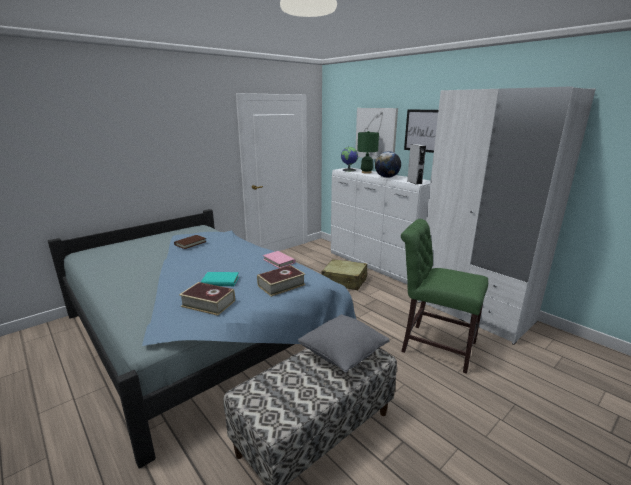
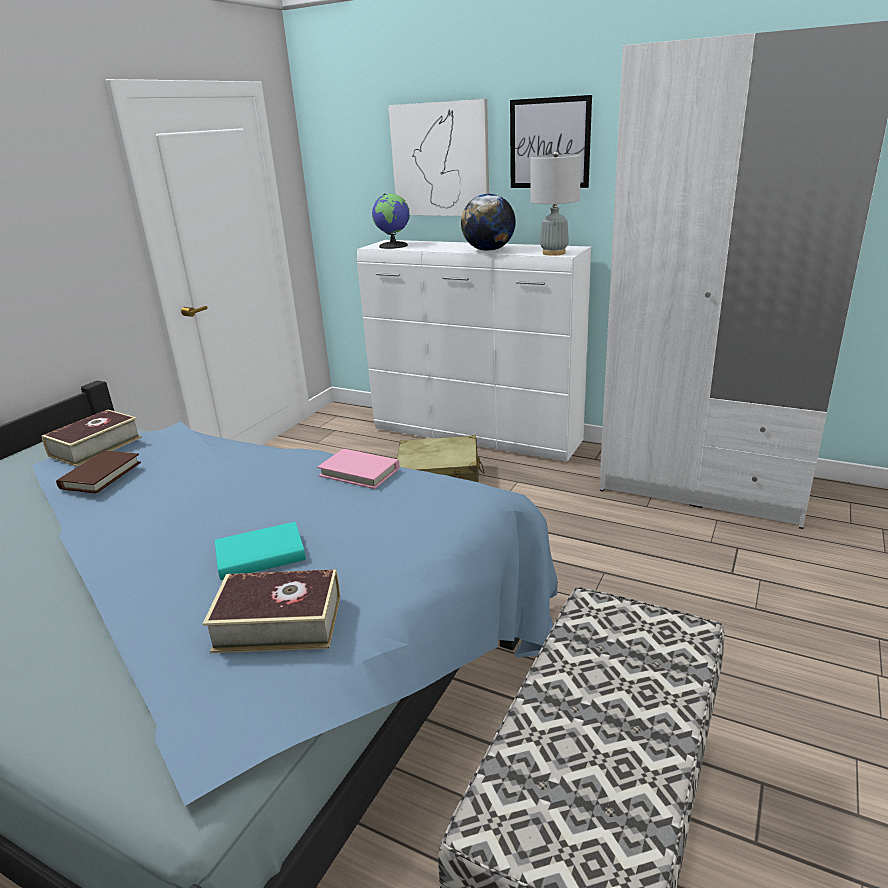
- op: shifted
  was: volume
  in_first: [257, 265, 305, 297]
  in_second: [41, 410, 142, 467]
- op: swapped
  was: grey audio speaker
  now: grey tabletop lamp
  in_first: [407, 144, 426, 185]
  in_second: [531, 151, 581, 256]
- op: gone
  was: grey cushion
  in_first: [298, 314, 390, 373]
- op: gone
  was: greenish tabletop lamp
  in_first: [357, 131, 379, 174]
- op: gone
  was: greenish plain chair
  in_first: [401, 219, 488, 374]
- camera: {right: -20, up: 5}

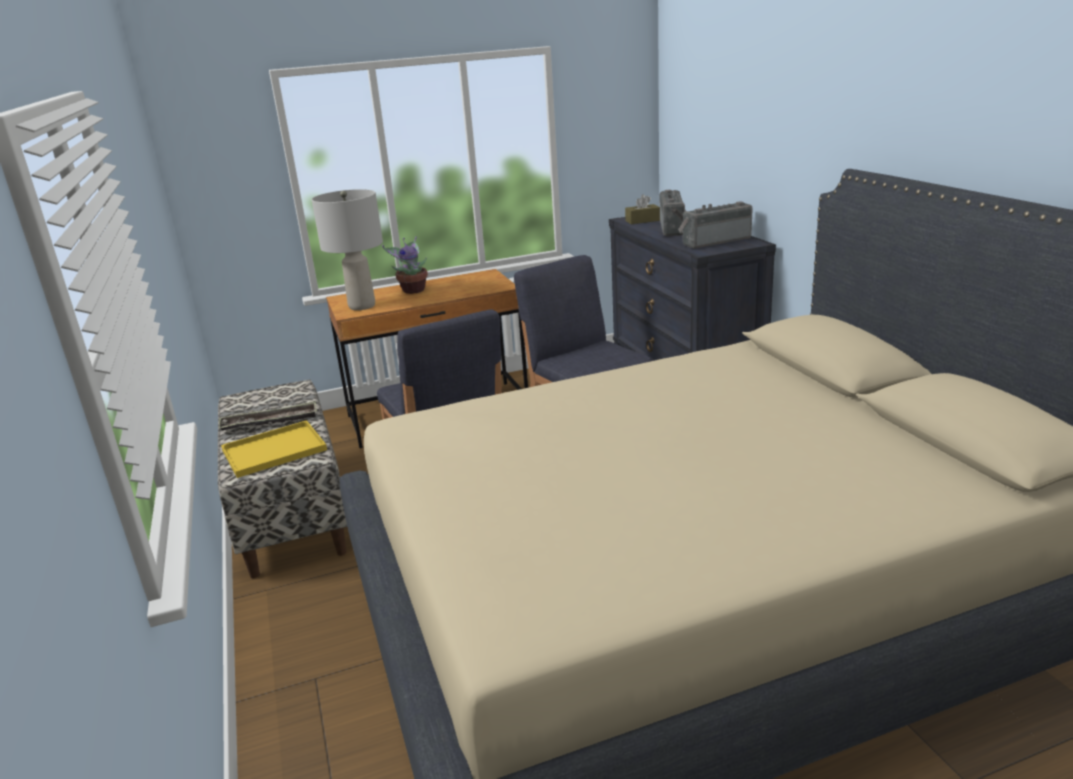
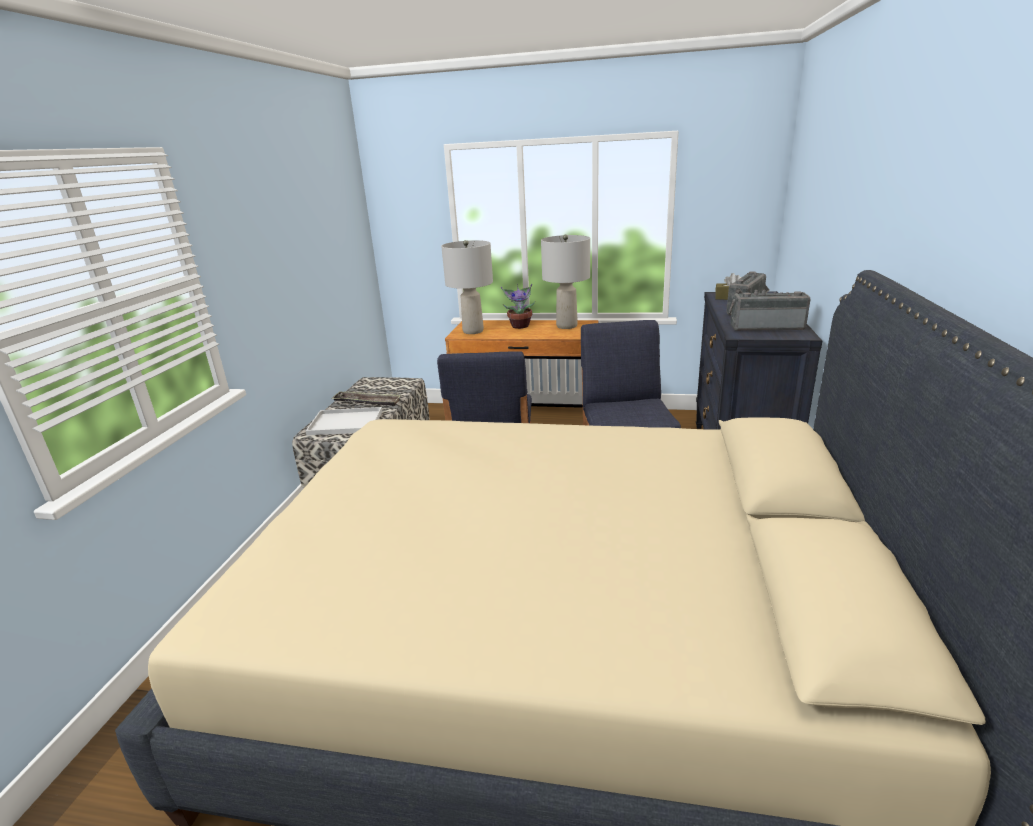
- op: repainted
  was: yellowish tray
  now: whitish tray
  in_first: [221, 420, 327, 478]
  in_second: [306, 407, 383, 436]
- op: new
  now: grey tabletop lamp
  in_second: [541, 235, 590, 329]
- camera: {right: 30, up: 0}

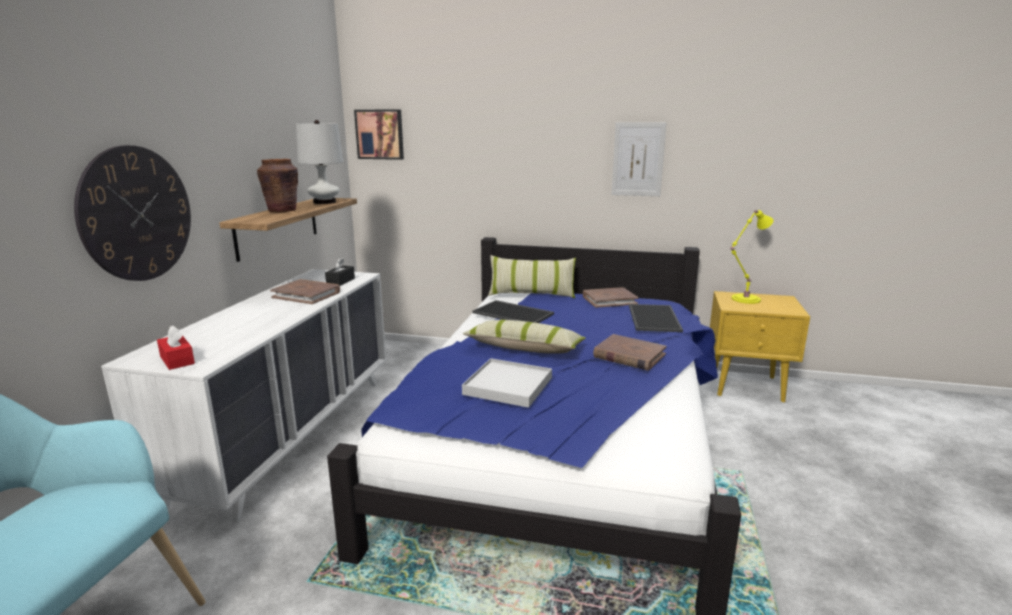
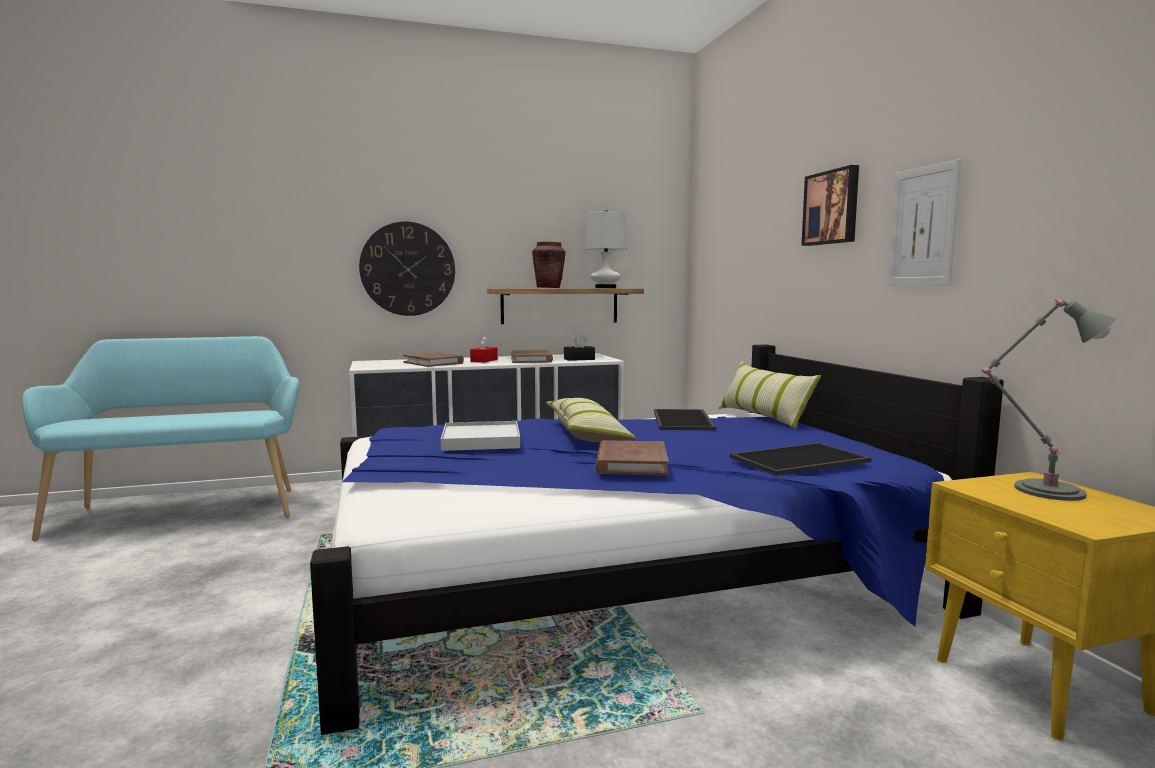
- op: shifted
  was: brown volume
  in_first: [583, 287, 638, 308]
  in_second: [403, 352, 464, 367]
- op: shifted
  was: red tissue holder
  in_first: [157, 325, 195, 370]
  in_second: [470, 336, 498, 363]
- op: shifted
  was: picture
  in_first: [354, 110, 404, 160]
  in_second: [801, 165, 859, 246]
- op: repainted
  was: yellowish tabletop lamp
  now: grey tabletop lamp
  in_first: [730, 210, 773, 304]
  in_second: [981, 299, 1117, 501]
- camera: {right: 60, up: -10}

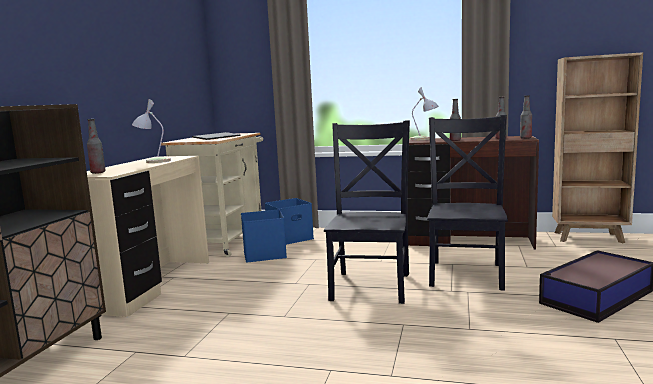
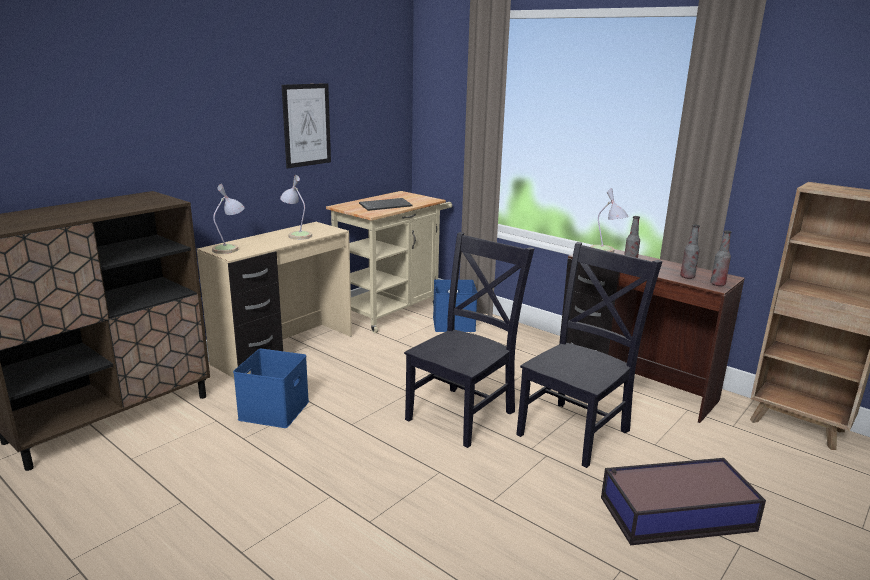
- op: swapped
  was: beverage bottle
  now: tabletop lamp
  in_first: [87, 119, 106, 174]
  in_second: [212, 184, 245, 254]
- op: shifted
  was: blue-coloured storage container
  in_first: [241, 210, 287, 262]
  in_second: [233, 349, 309, 428]
- op: new
  now: picture
  in_second: [281, 83, 331, 169]
- camera: {right: 25, up: 10}

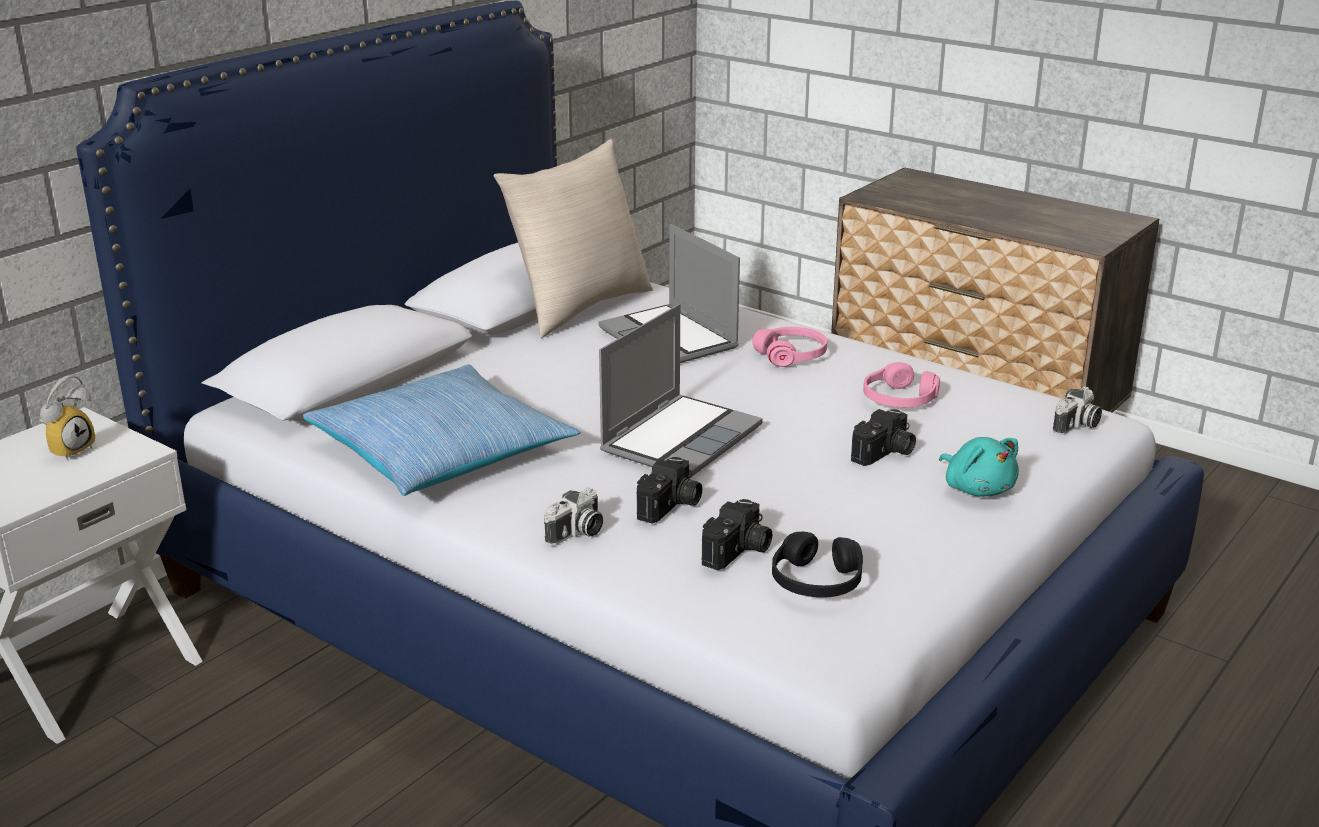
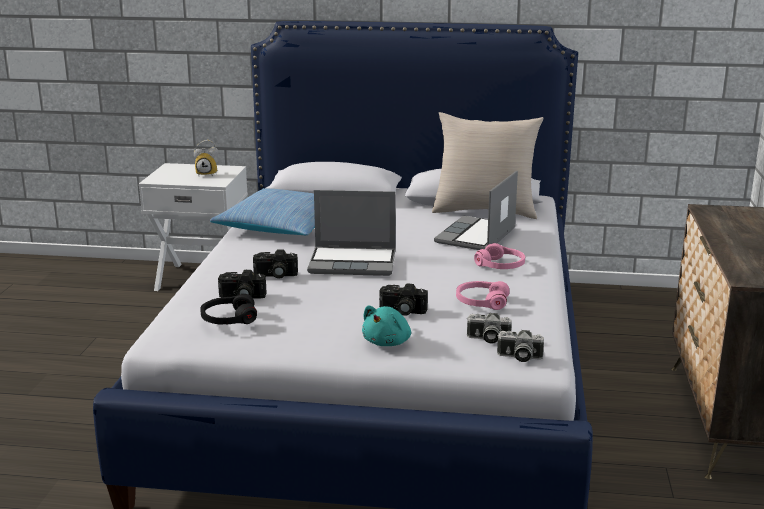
- op: shifted
  was: photo camera
  in_first: [544, 487, 603, 546]
  in_second: [467, 313, 512, 344]
- camera: {right: 60, up: -5}

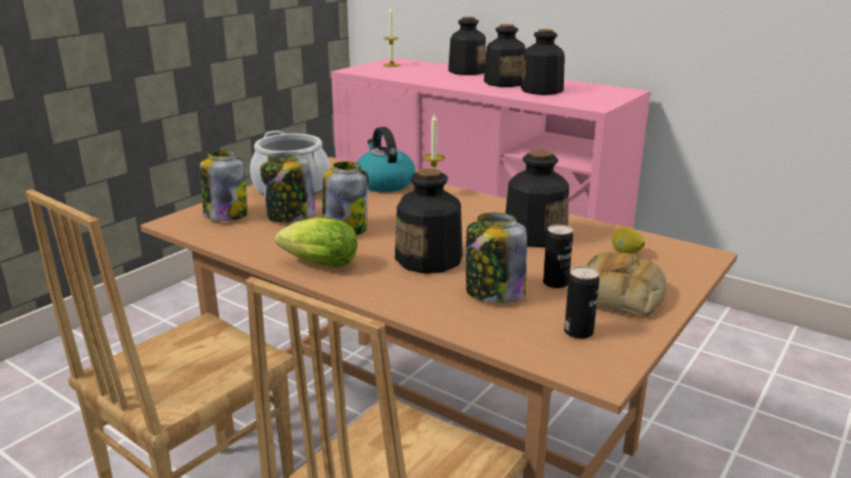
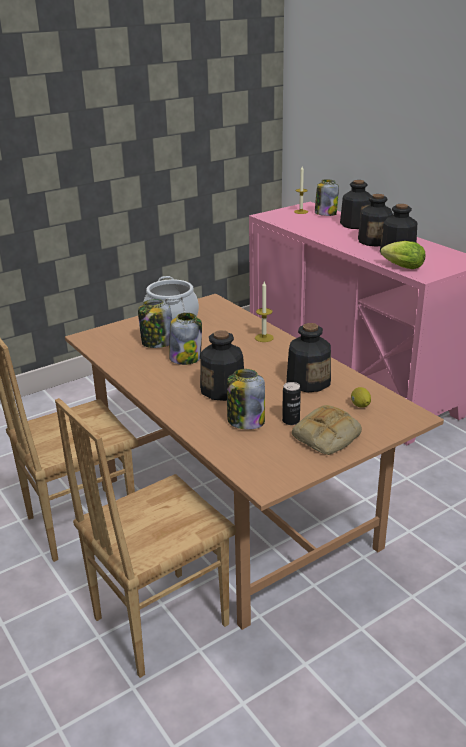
- op: shifted
  was: storage jar
  in_first: [200, 150, 247, 221]
  in_second: [315, 179, 339, 216]
- op: shifted
  was: head of lettuce
  in_first: [275, 217, 358, 268]
  in_second: [380, 241, 425, 269]
- op: gone
  was: tea kettle
  in_first: [357, 127, 415, 192]
- op: gone
  was: can
  in_first: [564, 266, 599, 339]
- camera: {right: 20, up: 5}

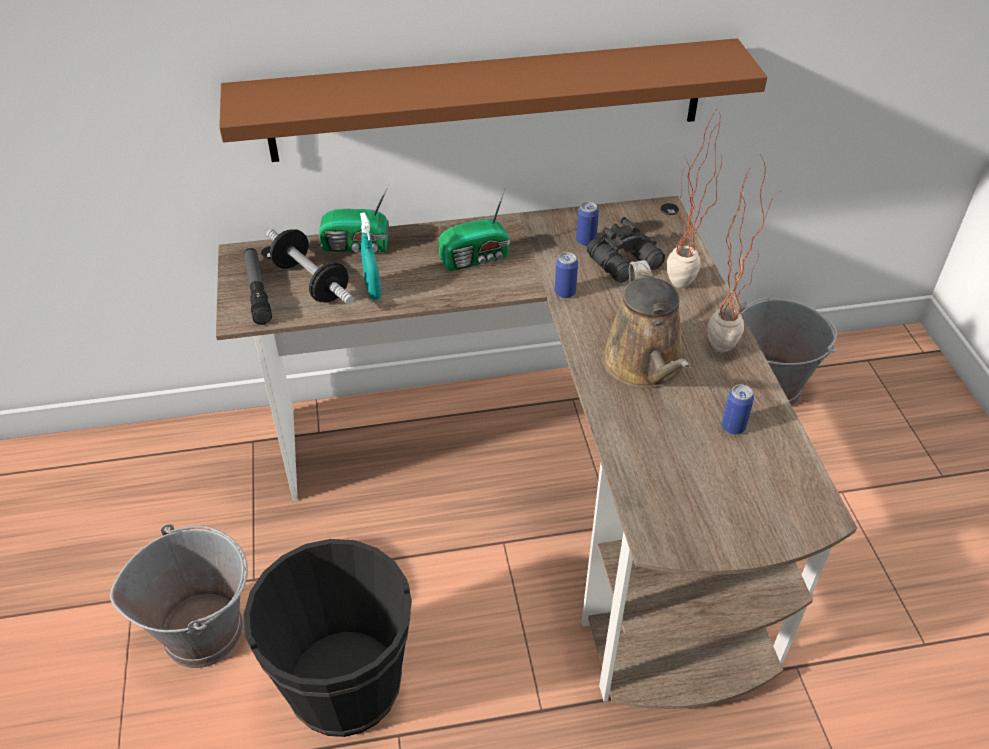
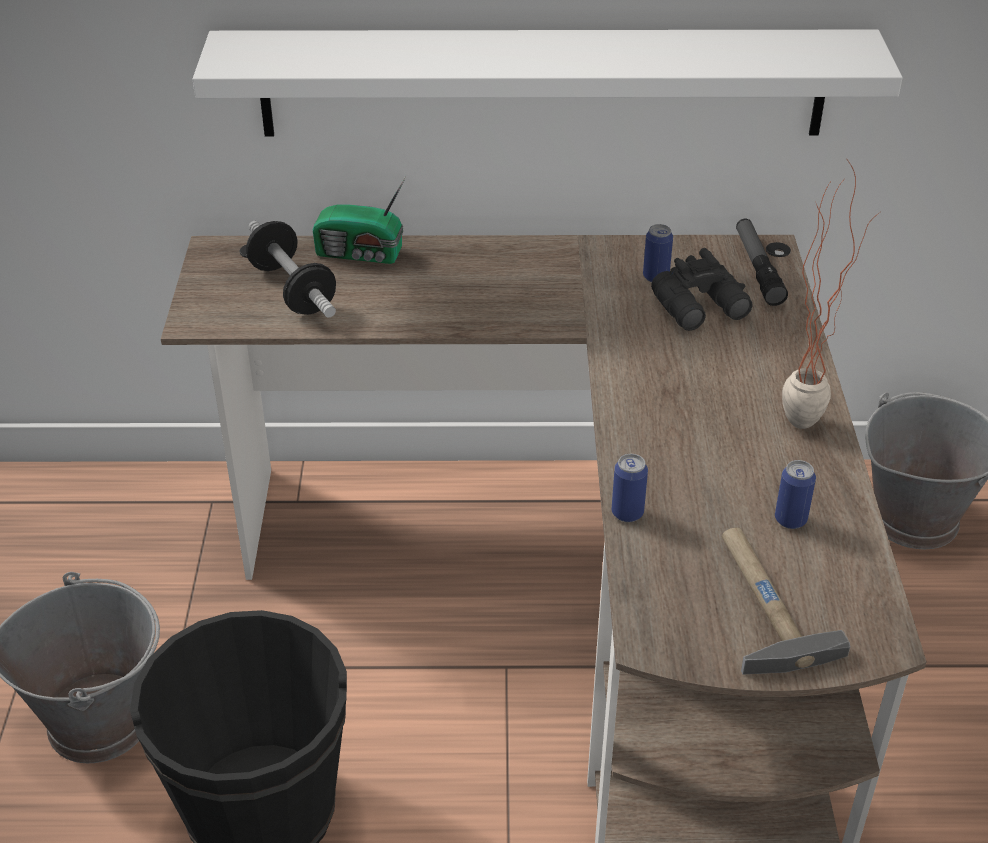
- op: repainted
  was: brown bracket shelf
  now: whitish bracket shelf
  in_first: [219, 38, 767, 162]
  in_second: [192, 30, 902, 137]
- op: shifted
  was: can
  in_first: [555, 252, 578, 298]
  in_second: [612, 454, 648, 522]
- op: new
  now: tool hammer
  in_second: [722, 528, 850, 675]
- op: shifted
  was: torch
  in_first: [244, 248, 272, 325]
  in_second: [736, 219, 788, 306]
- op: gone
  was: blue-green sprayer
  in_first: [360, 212, 381, 300]
- op: gone
  was: radio
  in_first: [438, 189, 510, 271]
- op: gone
  was: brown watering can
  in_first: [602, 260, 691, 388]
- op: gone
  was: houseplant
  in_first: [667, 109, 722, 288]
- camera: {right: 10, up: -5}

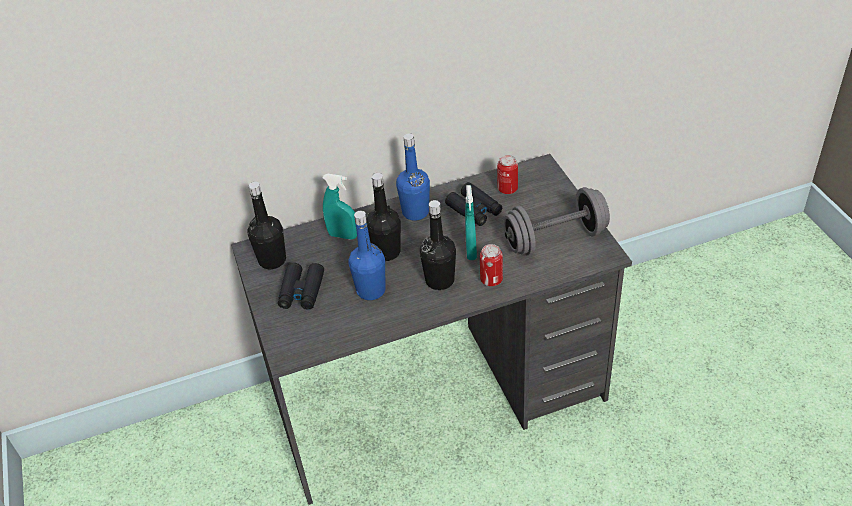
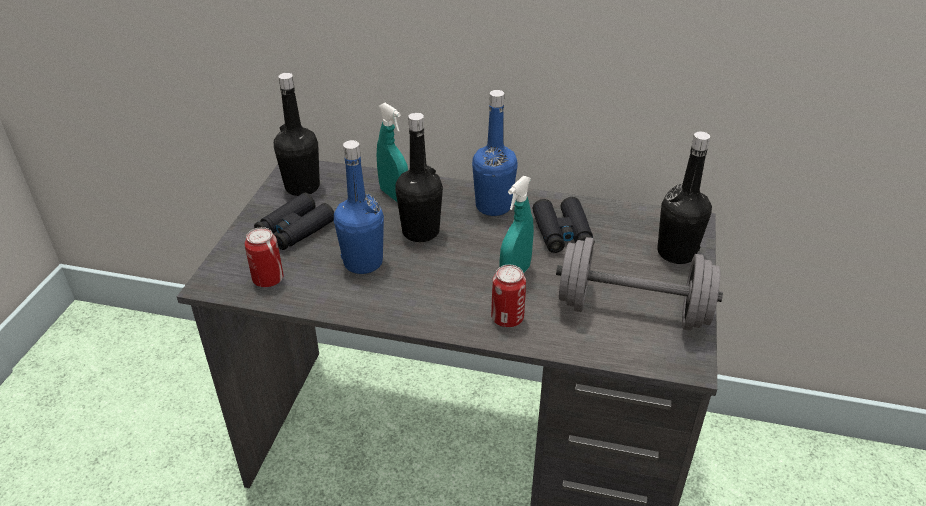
- op: shifted
  was: can
  in_first: [497, 155, 518, 194]
  in_second: [245, 227, 284, 287]
- op: shifted
  was: black beverage bottle
  in_first: [420, 200, 456, 290]
  in_second: [657, 132, 712, 264]
- camera: {right: 30, up: -5}

